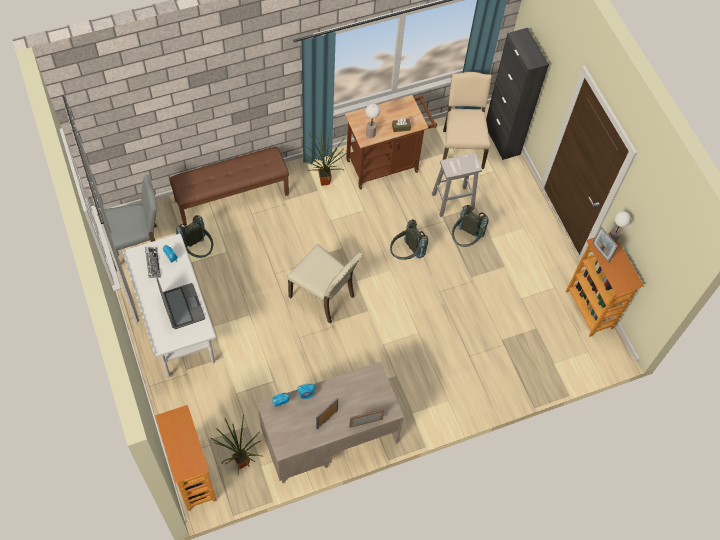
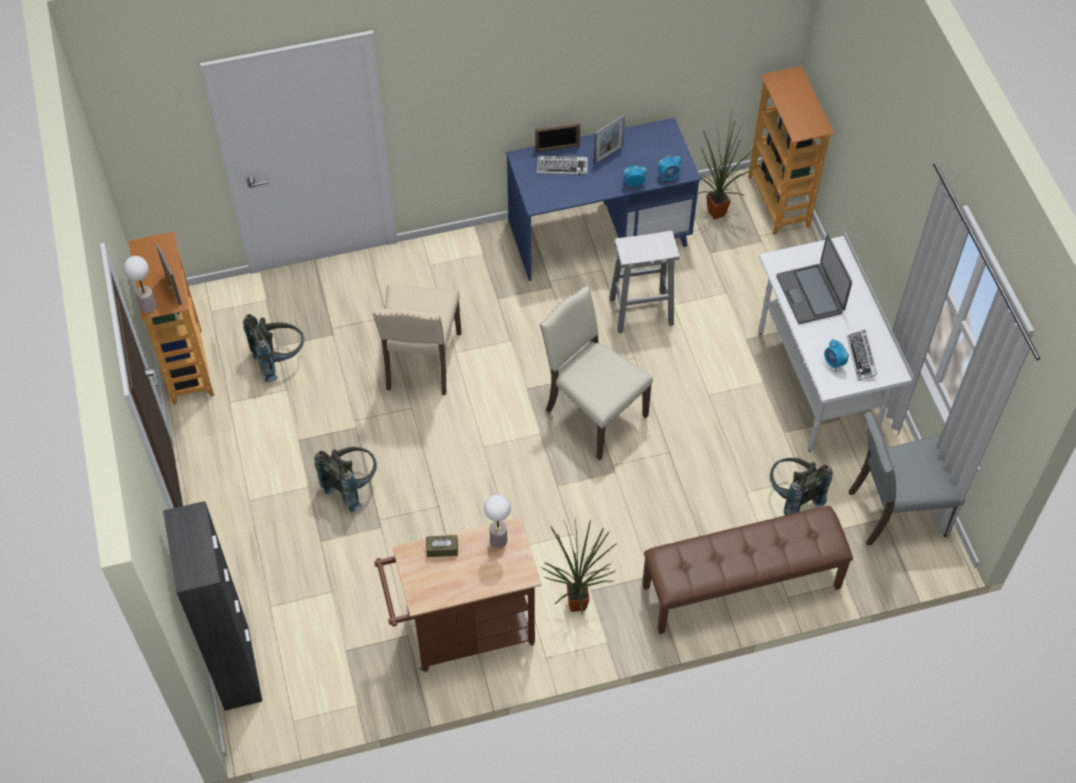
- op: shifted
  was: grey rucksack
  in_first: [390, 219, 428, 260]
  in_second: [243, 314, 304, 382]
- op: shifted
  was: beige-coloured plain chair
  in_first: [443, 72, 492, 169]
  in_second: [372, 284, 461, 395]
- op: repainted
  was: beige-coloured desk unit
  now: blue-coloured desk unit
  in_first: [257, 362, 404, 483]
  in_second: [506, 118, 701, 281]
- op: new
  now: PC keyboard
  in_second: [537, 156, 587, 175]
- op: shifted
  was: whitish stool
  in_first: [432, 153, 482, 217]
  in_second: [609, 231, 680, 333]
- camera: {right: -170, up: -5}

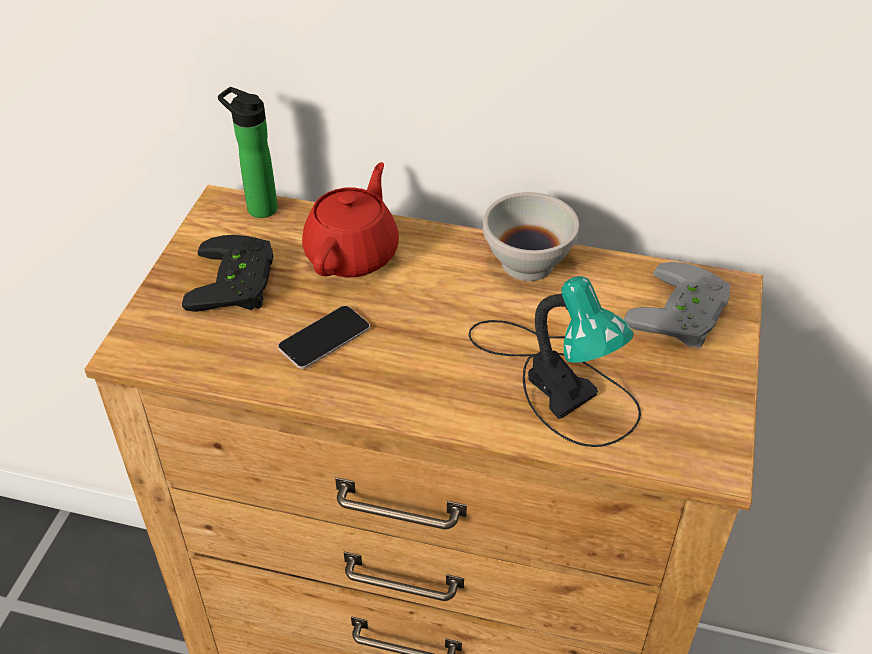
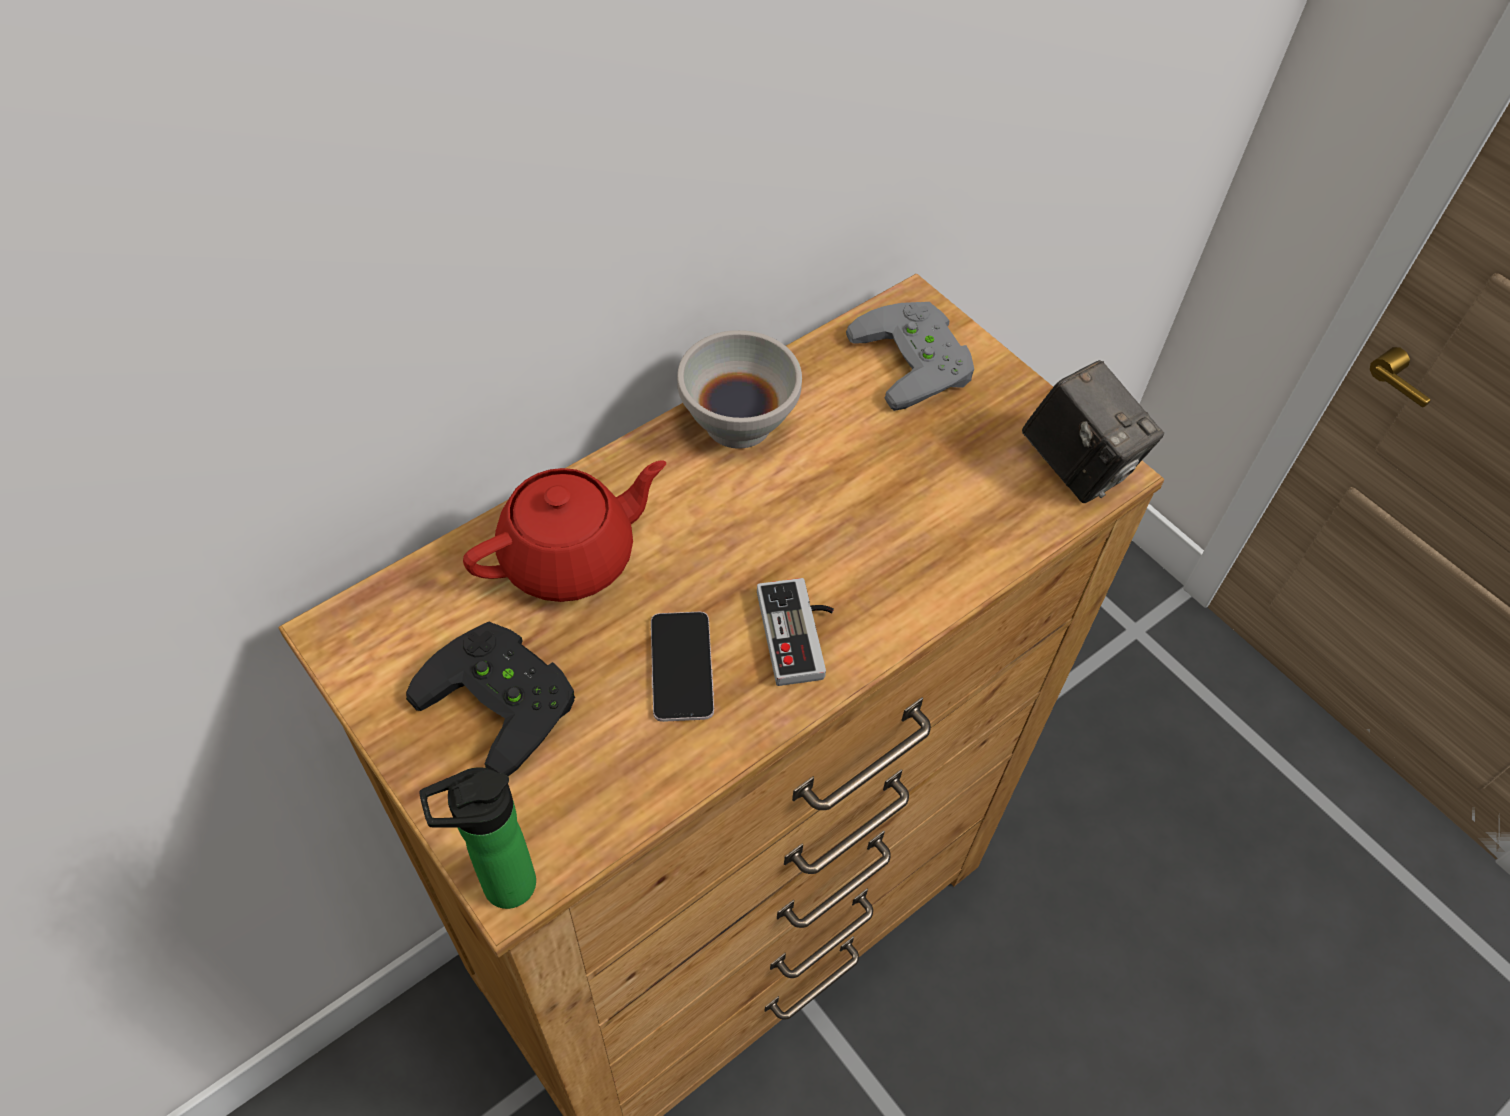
- op: shifted
  was: beverage bottle
  in_first: [218, 87, 278, 218]
  in_second: [419, 767, 536, 909]
- op: rotated
  was: red pot for tea
  in_first: [302, 162, 399, 277]
  in_second: [463, 460, 666, 602]
  clockwise: 90
- op: new
  now: game controller
  in_second: [757, 578, 834, 686]
- op: new
  now: photo camera
  in_second: [1022, 360, 1164, 503]
- op: gone
  was: tabletop lamp
  in_first: [468, 276, 641, 447]
- camera: {right: -55, up: 10}

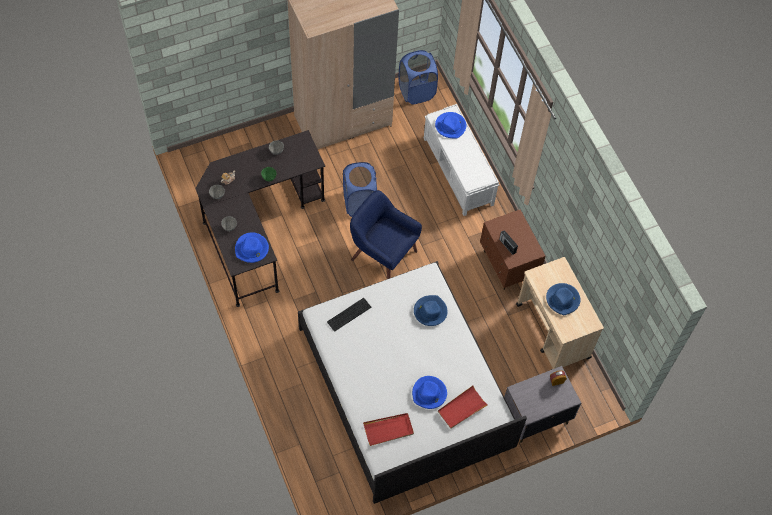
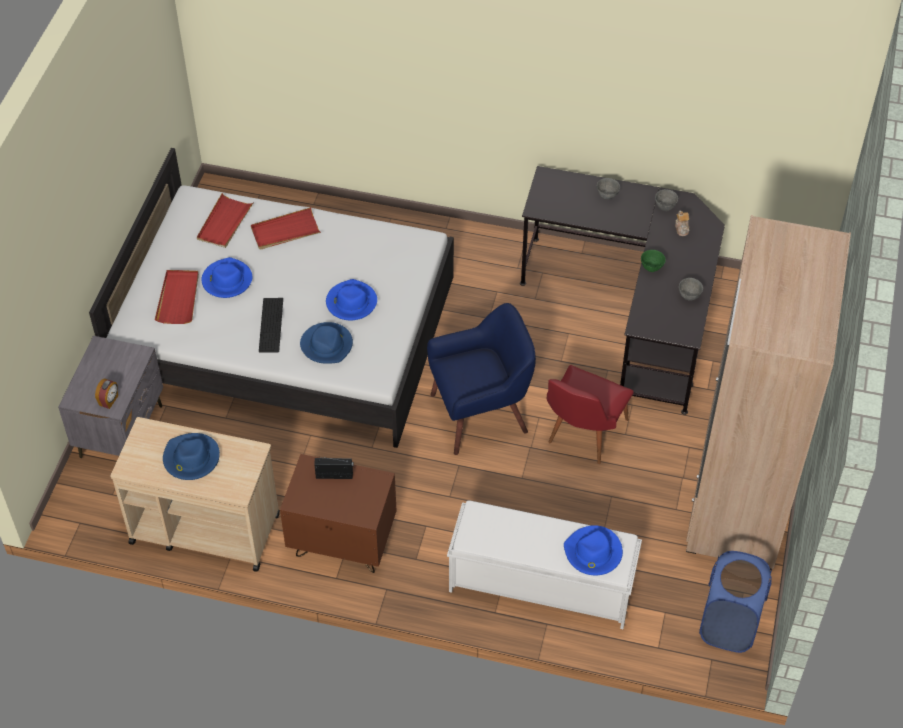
- op: new
  now: red tray
  in_second: [251, 207, 321, 250]
- op: shifted
  was: PC keyboard
  in_first: [327, 298, 371, 332]
  in_second: [259, 298, 283, 352]
- op: shifted
  was: blue-coloured hat
  in_first: [235, 232, 269, 263]
  in_second: [326, 279, 377, 320]
- op: swapped
  was: blue-coloured hamper
  now: red plain chair
  in_first: [343, 162, 377, 217]
  in_second: [547, 365, 634, 464]
- camera: {right: 130, up: -10}

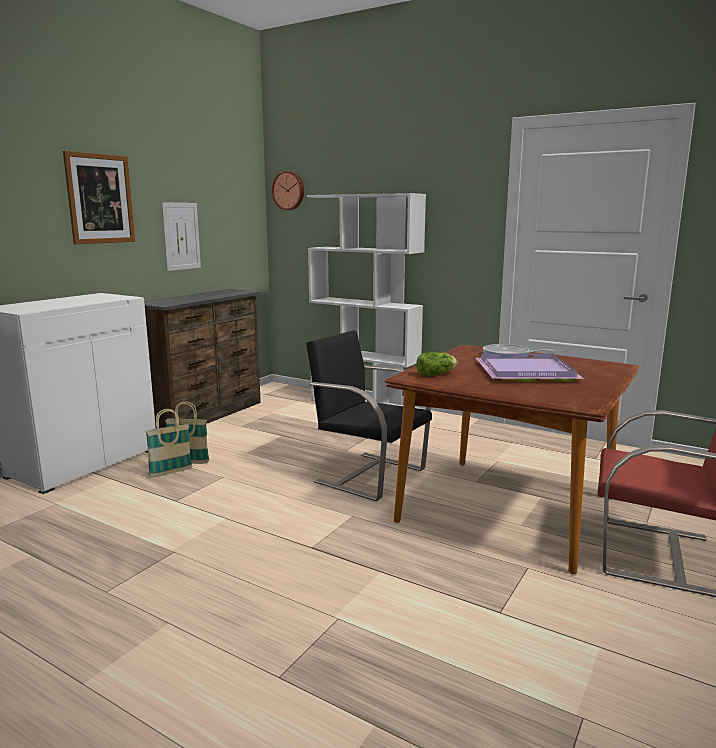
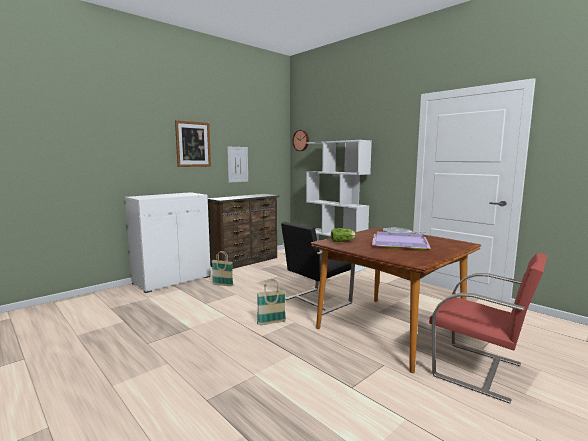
- op: shifted
  was: household basket
  in_first: [145, 409, 192, 477]
  in_second: [257, 279, 286, 325]
- op: rotated
  was: black plain chair
  in_first: [306, 330, 432, 501]
  in_second: [281, 222, 355, 315]
  clockwise: -90
- camera: {right: 15, up: -5}

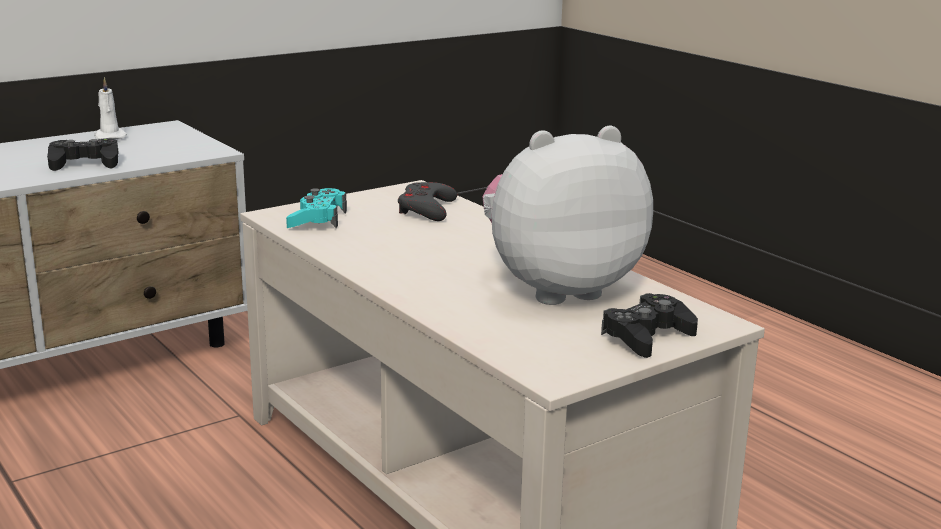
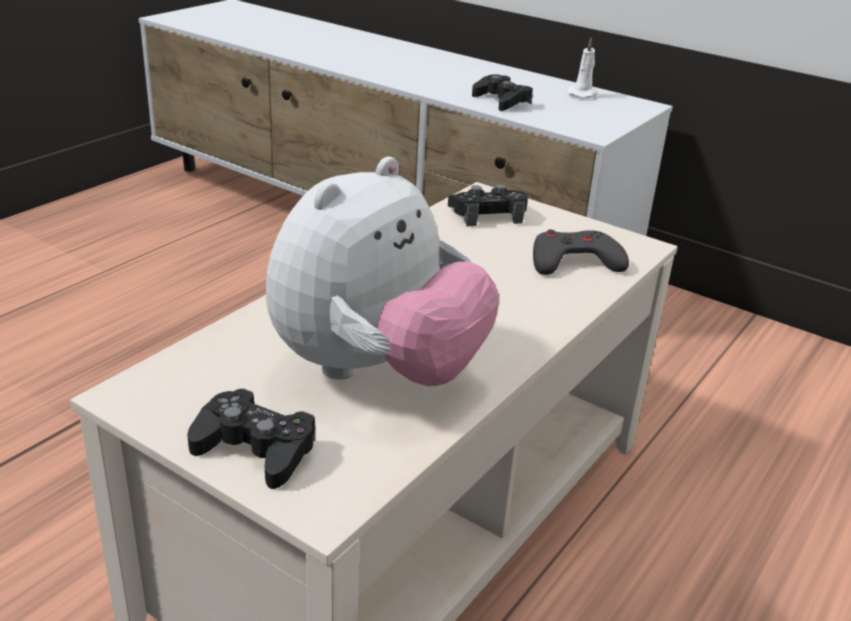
- op: rotated
  was: plush toy
  in_first: [483, 126, 653, 305]
  in_second: [266, 157, 499, 386]
  clockwise: 75
- op: repainted
  was: blue-green game controller
  now: black game controller
  in_first: [286, 188, 347, 228]
  in_second: [448, 184, 528, 226]
- camera: {right: 70, up: 10}

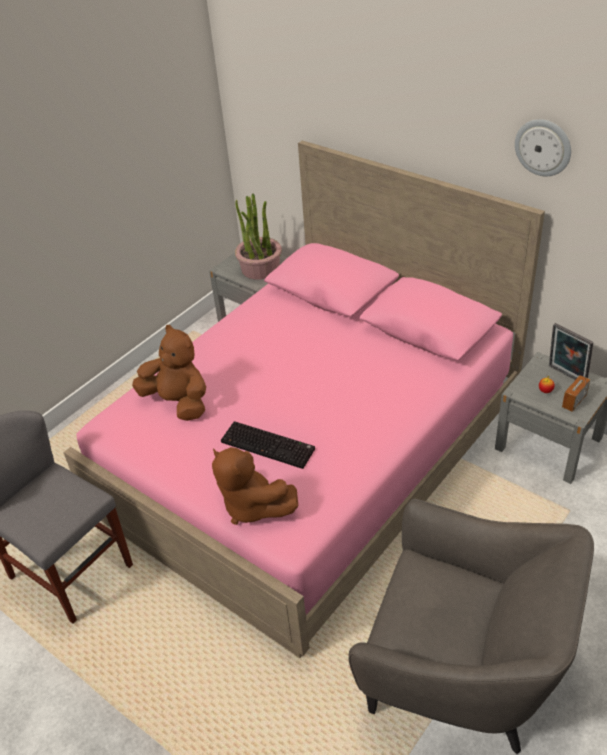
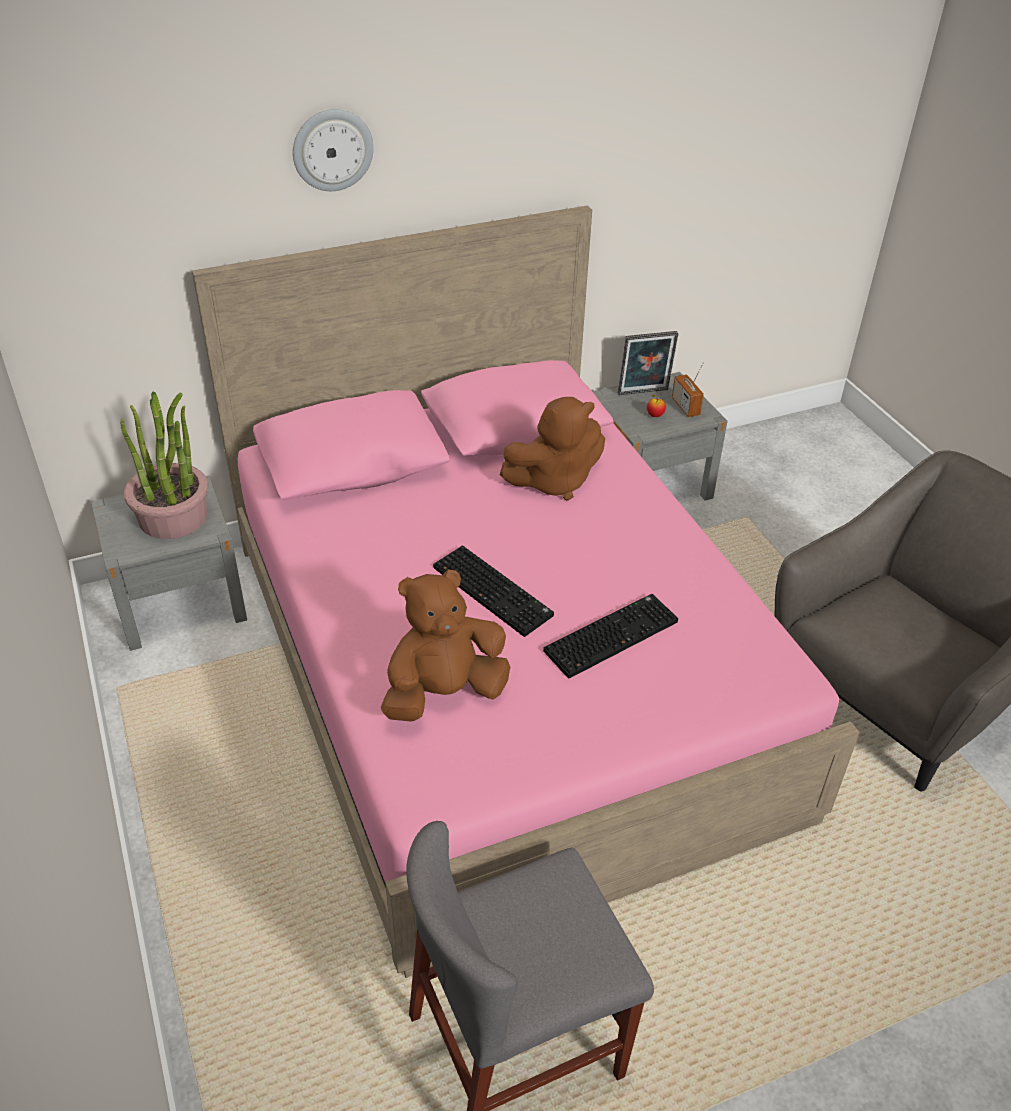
- op: shifted
  was: hanging clock
  in_first: [515, 119, 571, 176]
  in_second: [293, 109, 374, 191]
- op: new
  now: PC keyboard
  in_second: [433, 546, 554, 637]
- op: shifted
  was: brown plush toy
  in_first: [212, 447, 298, 525]
  in_second: [500, 397, 605, 501]
- camera: {right: -65, up: 0}

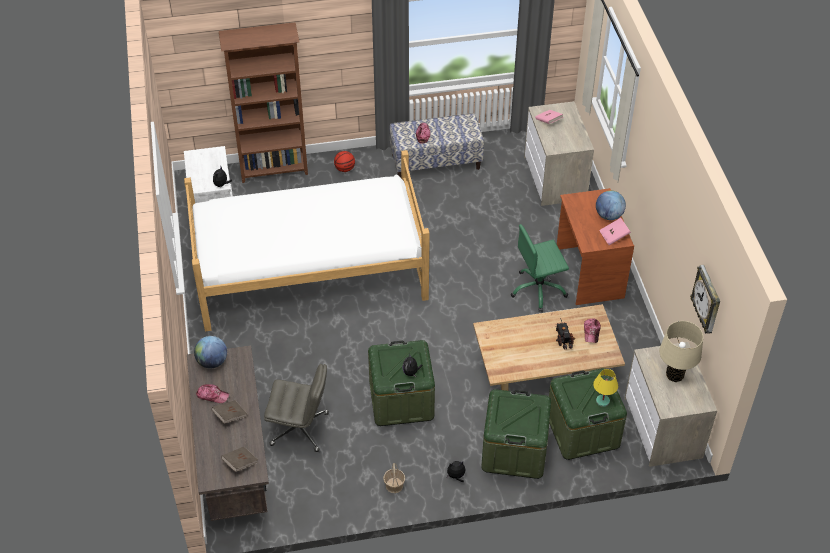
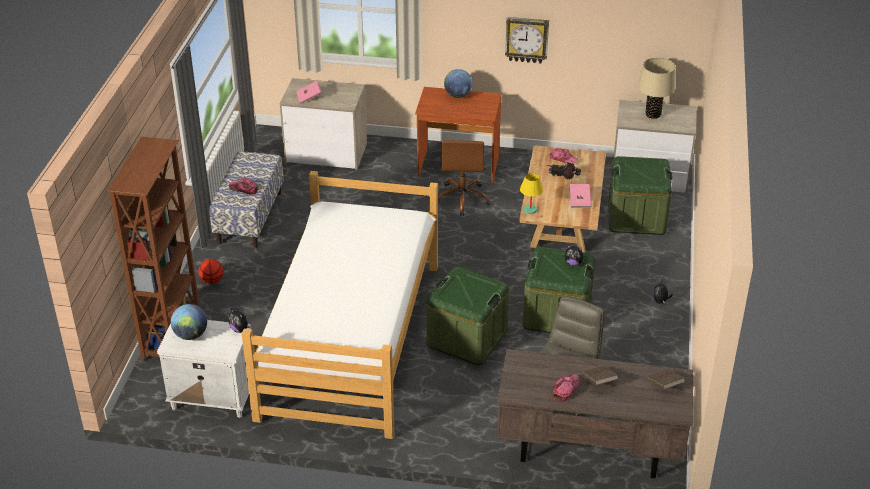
- op: shifted
  was: world globe
  in_first: [194, 336, 227, 369]
  in_second: [171, 304, 207, 340]
- op: shifted
  was: greenish storage container
  in_first: [481, 389, 551, 479]
  in_second: [426, 267, 509, 365]
- op: repainted
  was: greenish computer chair
  now: brown computer chair
  in_first: [511, 224, 569, 312]
  in_second: [438, 140, 491, 216]
- op: shifted
  was: hanging clock
  in_first: [690, 265, 720, 334]
  in_second: [505, 17, 549, 63]
- op: shifted
  was: yellowish tabletop lamp
  in_first: [593, 369, 618, 407]
  in_second: [520, 173, 543, 214]
- op: shifted
  was: pink-coloured volume
  in_first: [599, 218, 631, 245]
  in_second: [569, 184, 591, 208]
- op: gone
  was: household basket
  in_first: [383, 463, 405, 493]
- camera: {right: -70, up: -10}

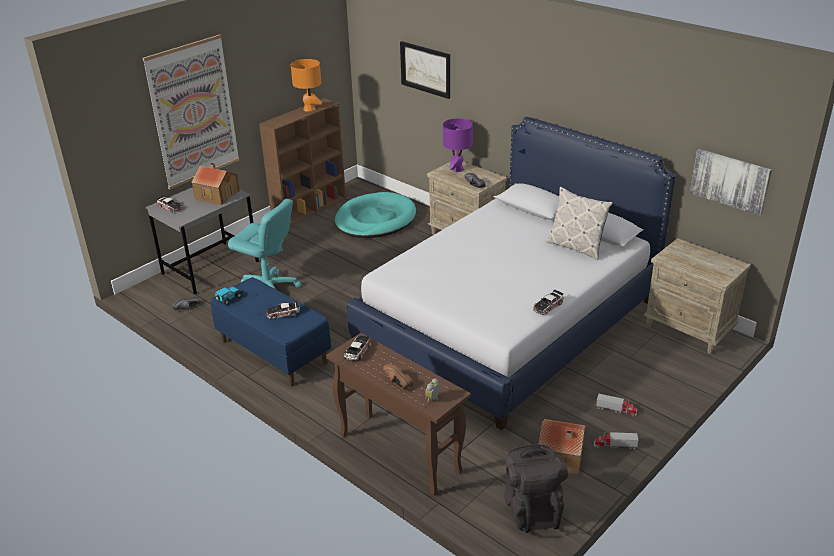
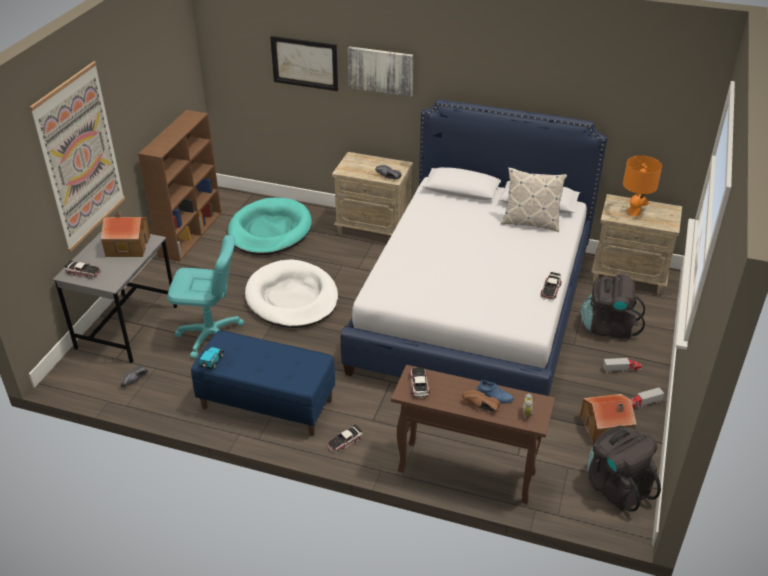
- op: new
  now: whitish dog cushion
  in_second: [245, 259, 338, 328]
- op: shifted
  was: model car
  in_first: [266, 301, 300, 319]
  in_second: [328, 424, 362, 453]
- op: shifted
  was: picture
  in_first: [690, 149, 772, 216]
  in_second: [348, 46, 413, 97]
- op: new
  now: blue-coloured shoe
  in_second: [476, 380, 514, 404]
- op: new
  now: black rucksack
  in_second: [580, 274, 645, 339]
- op: shifted
  was: orange tabletop lamp
  in_first: [291, 59, 322, 112]
  in_second: [623, 155, 662, 216]
- op: gone
  was: purple-coloured tabletop lamp
  in_first: [443, 118, 473, 172]
- camera: {right: -25, up: 5}

